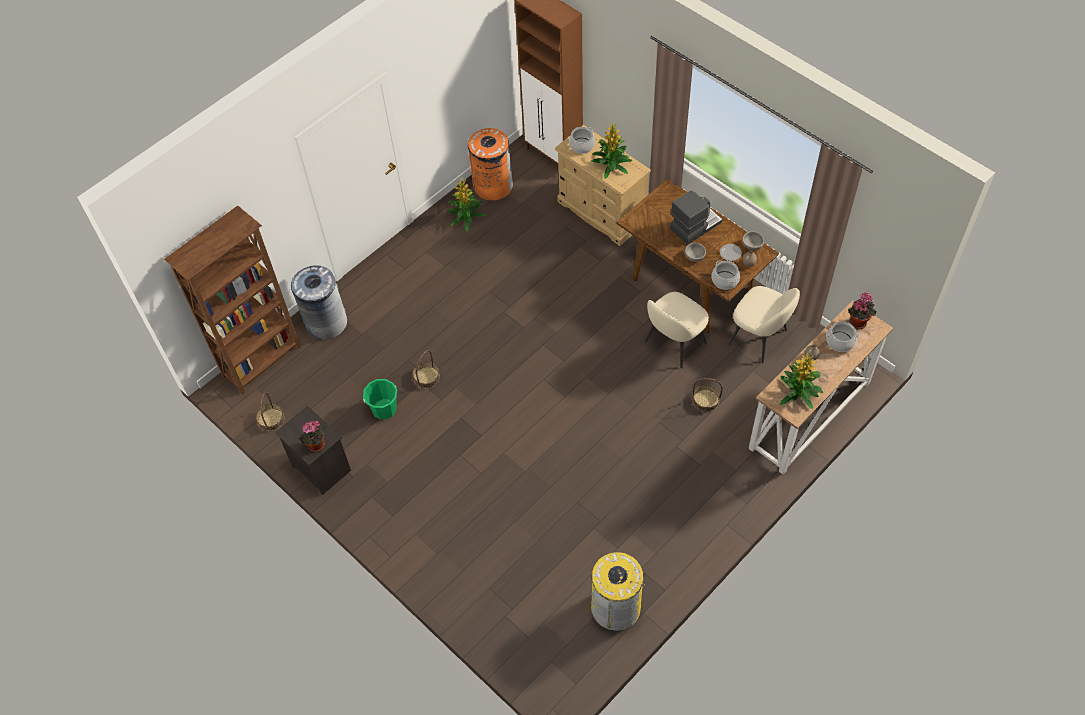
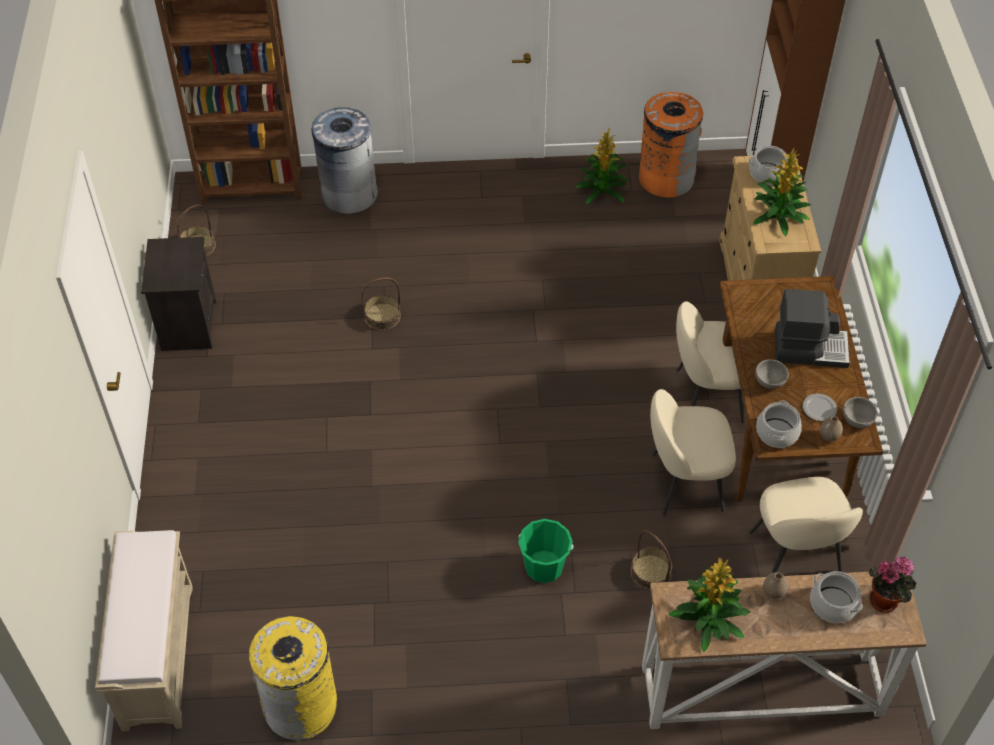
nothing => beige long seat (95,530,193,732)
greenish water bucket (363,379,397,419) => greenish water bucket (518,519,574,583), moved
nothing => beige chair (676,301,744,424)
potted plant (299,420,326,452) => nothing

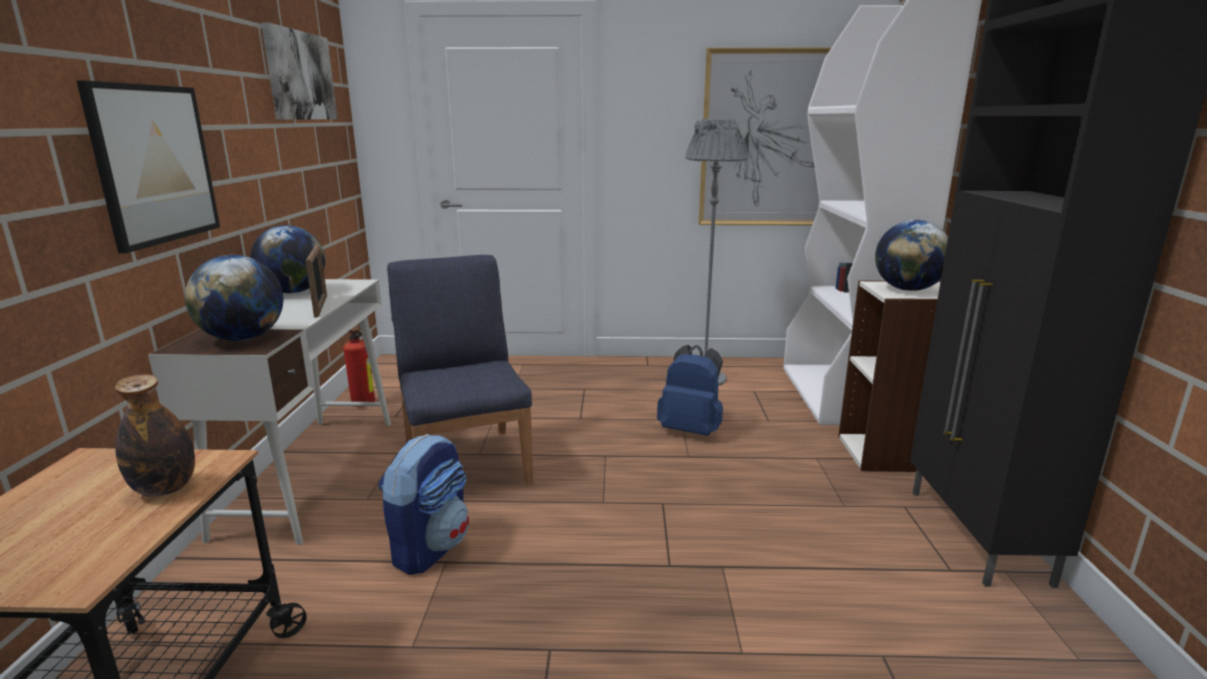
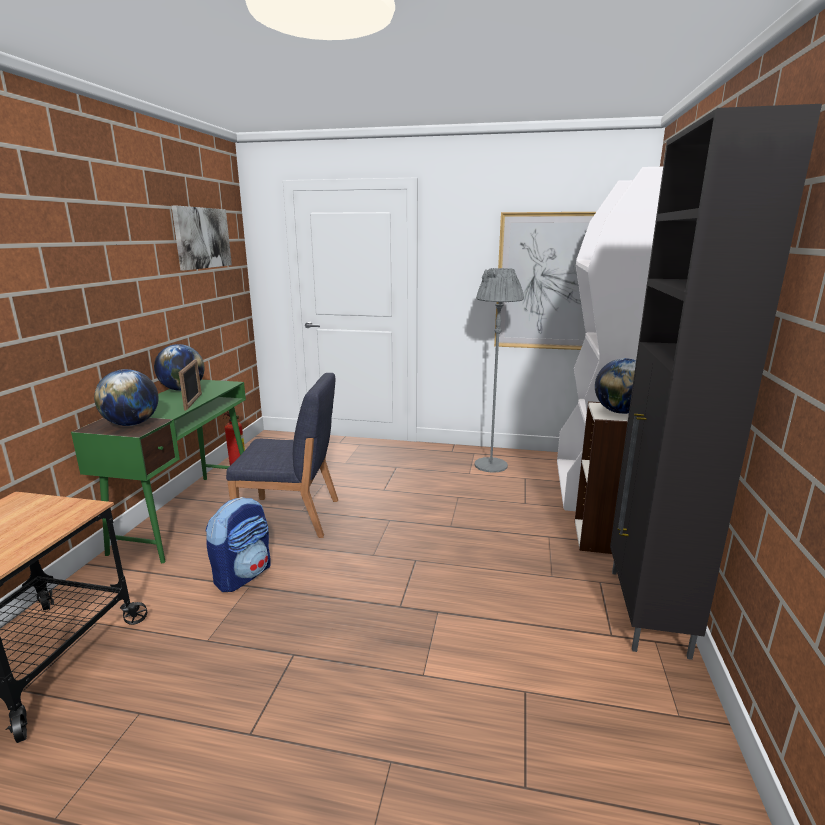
white desk unit (148,279,391,545) => greenish desk unit (71,380,246,563)
blue-coloured chair (387,255,533,485) => blue-coloured chair (226,373,338,538), 105 degrees clockwise
picture (77,80,220,253) => nothing
beverage bottle (115,374,195,497) => nothing
blue-coloured rucksack (657,345,723,436) => nothing

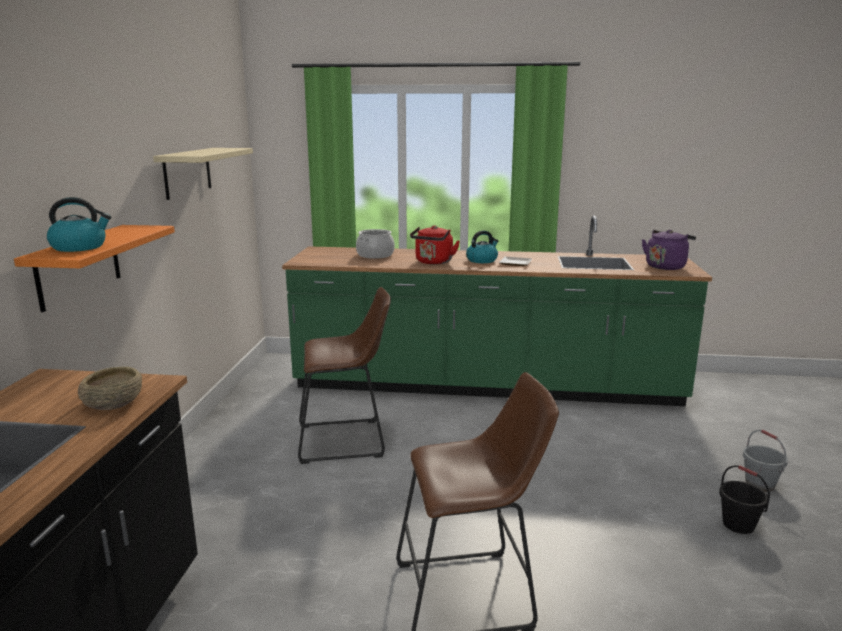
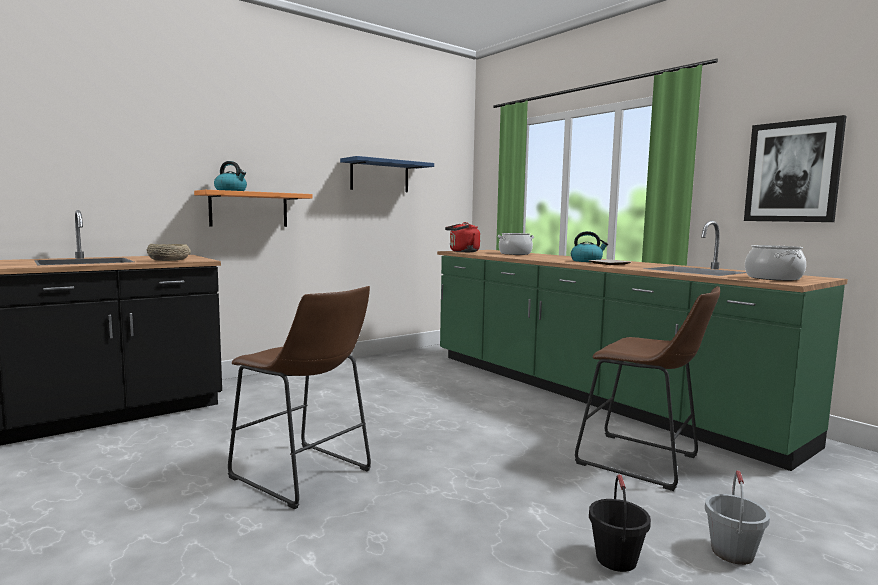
beige shelf (153,148,253,200) => blue-coloured shelf (340,156,434,192)
red-coloured kettle (410,225,460,264) => red-coloured kettle (445,222,480,252), moved
brown-coloured sitting stool (298,287,391,464) => brown-coloured sitting stool (575,286,720,491), moved
nothing => picture (744,115,846,222)
purplish kettle (642,230,696,270) => cooking pot (745,245,806,281)

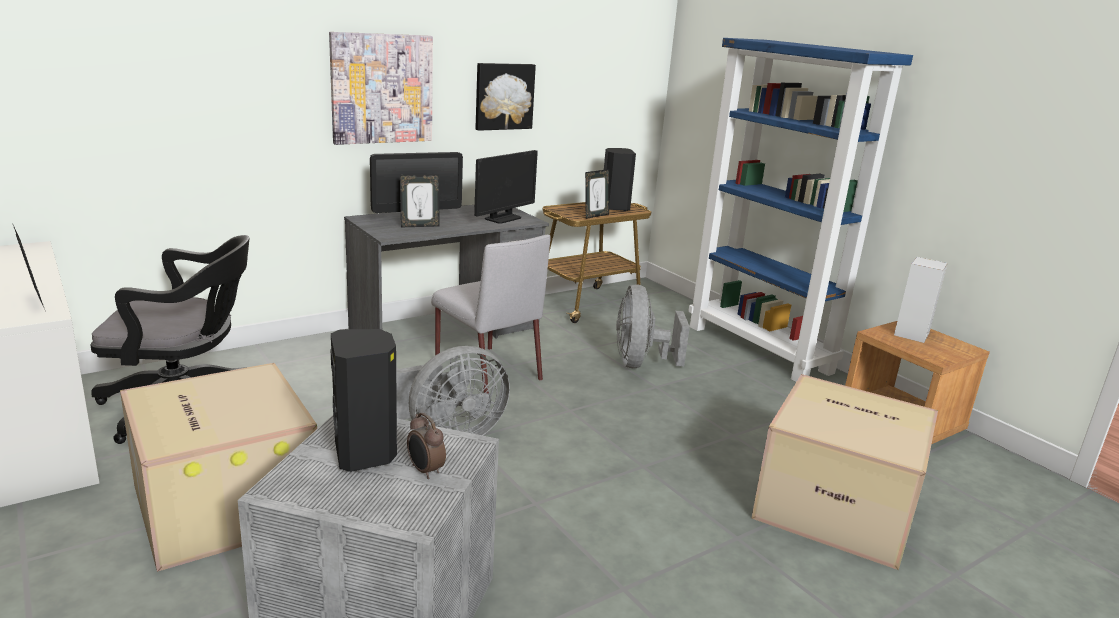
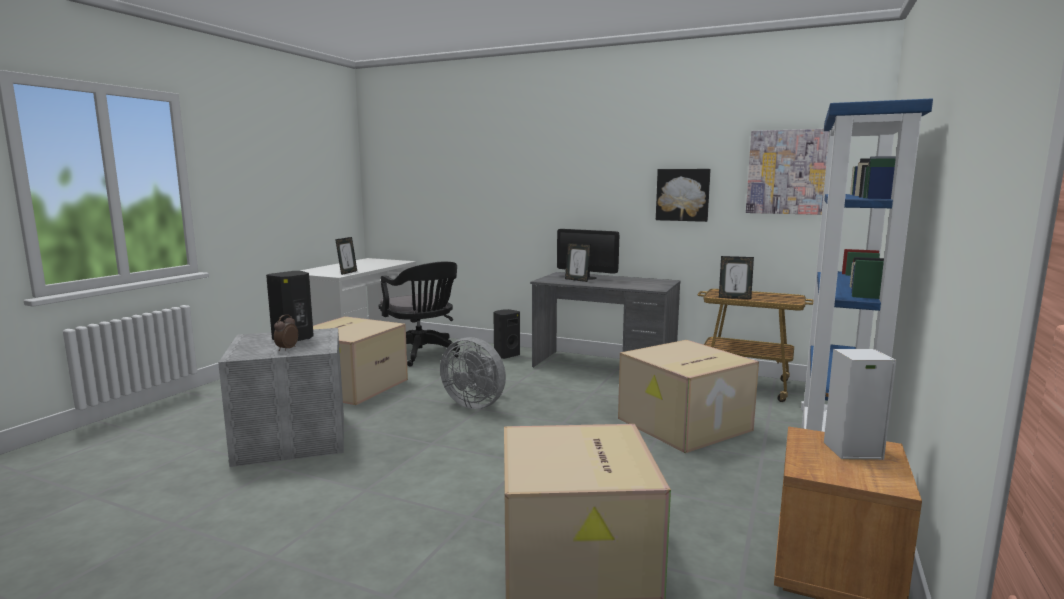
blackish loudspeaker (604,148,636,211) => blackish loudspeaker (493,309,520,359), moved
gray fan (616,284,690,368) => carton (618,340,759,453)
picture (329,32,433,145) => picture (746,129,829,215), moved
gray chair (431,235,551,394) => nothing
monitor (474,150,538,224) => nothing

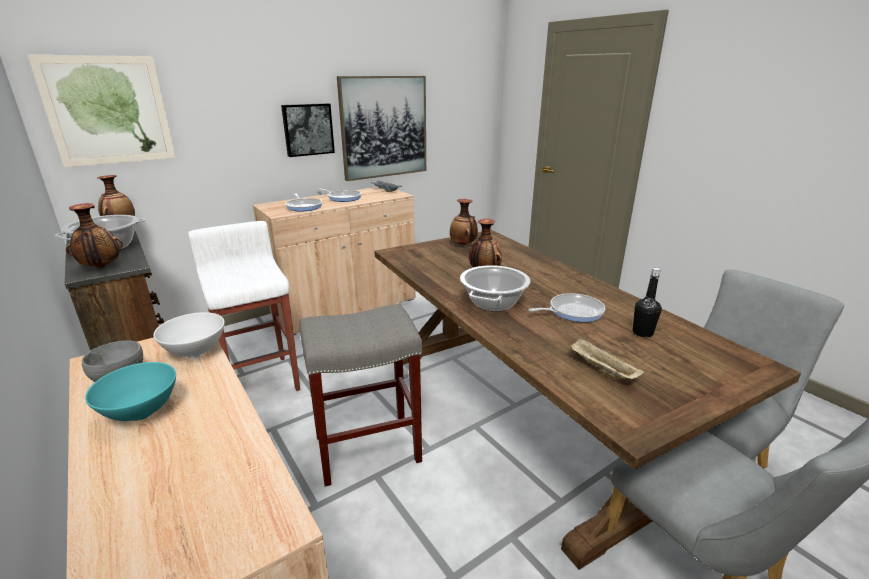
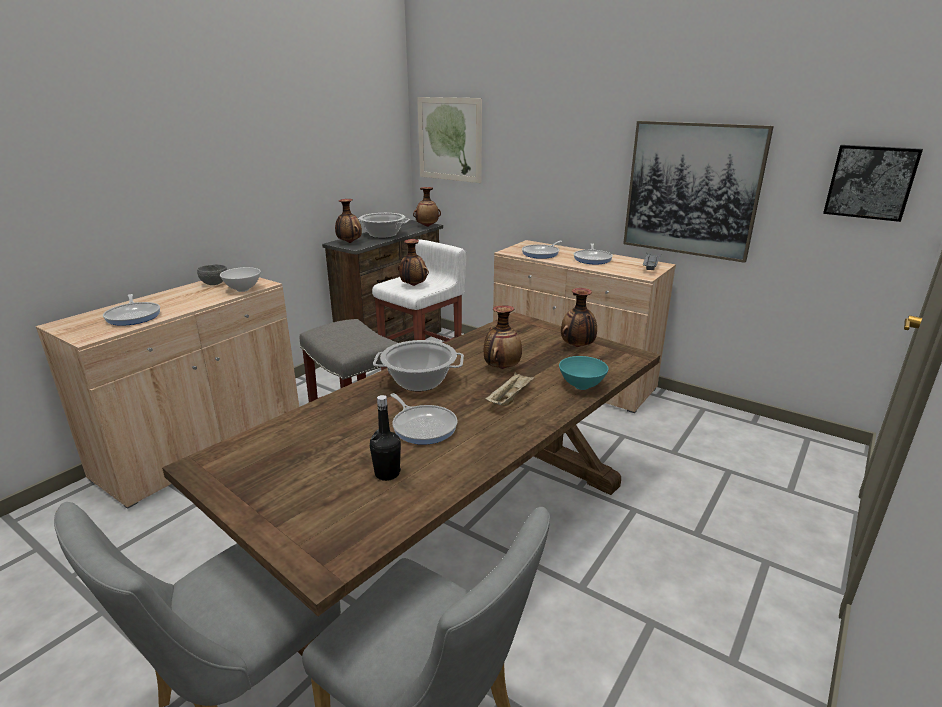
nothing => frying pan (103,294,160,326)
nothing => flower vase (398,239,429,286)
beige tray (569,338,644,379) => beige tray (485,372,535,406), moved
turquoise-coloured bowl (85,362,176,421) => turquoise-coloured bowl (559,356,608,390), moved
picture (281,103,335,157) => picture (823,145,923,222), moved

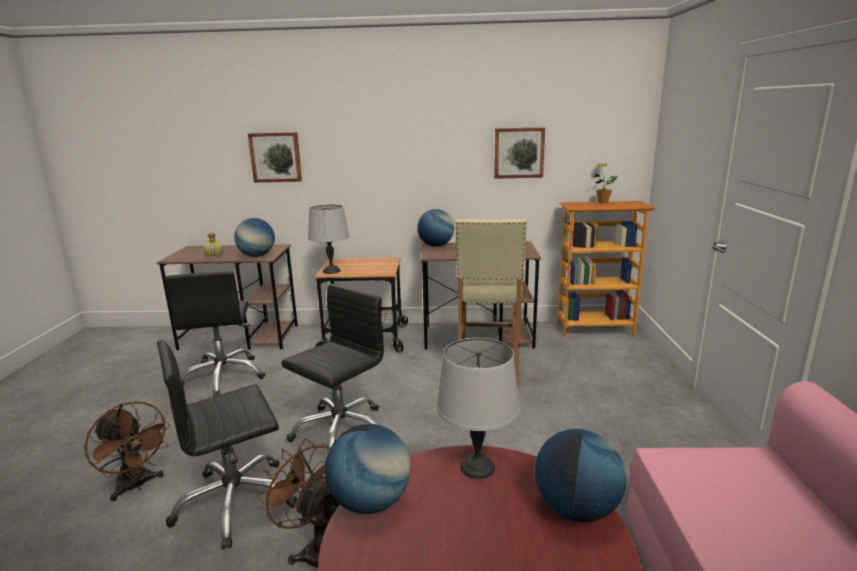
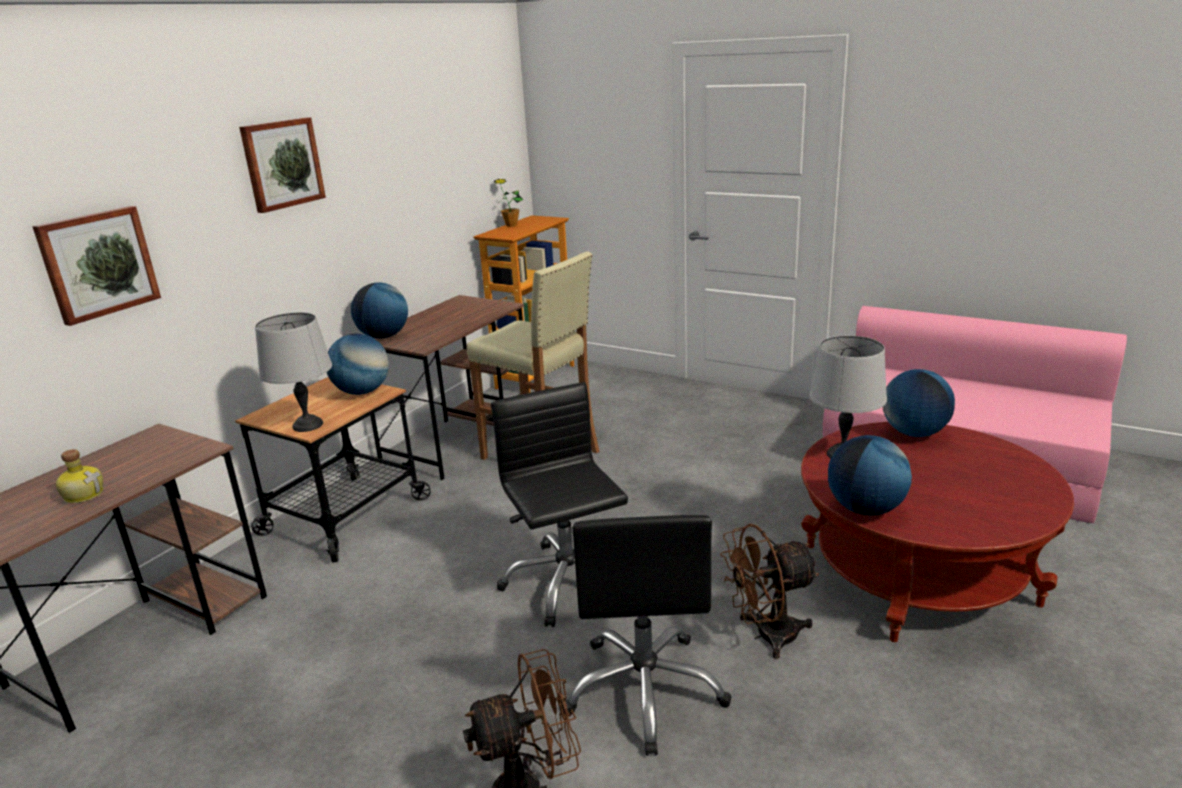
picture (494,127,545,179) => picture (239,118,326,213), moved
desk globe (234,218,275,257) => desk globe (327,333,389,395), moved
blackish office chair (165,271,266,397) => nothing

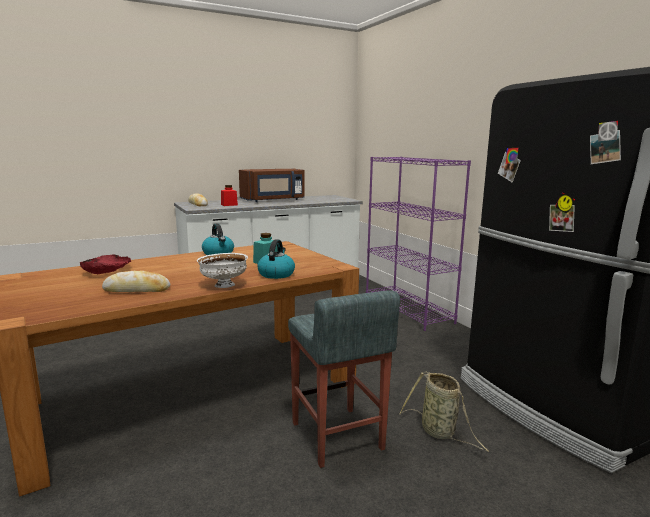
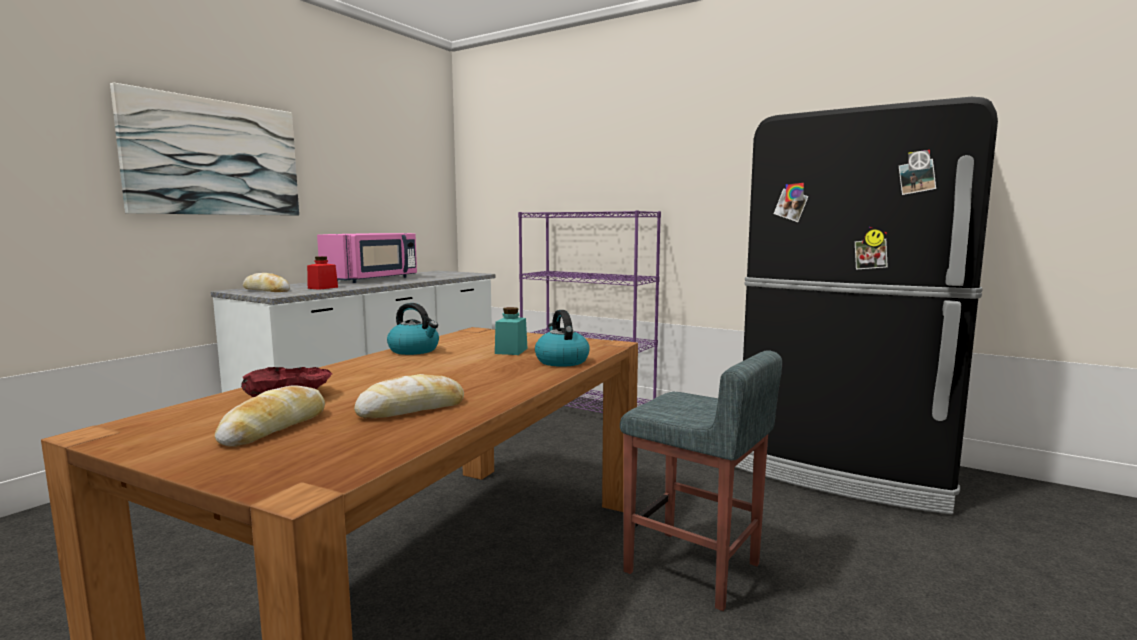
nothing => picture (110,82,299,216)
nothing => bakery bread (214,385,325,447)
brown-coloured kitchen microwave (239,169,304,202) => pinkish kitchen microwave (317,233,417,283)
white bowl (197,253,248,288) => nothing
storage basket (399,372,489,452) => nothing

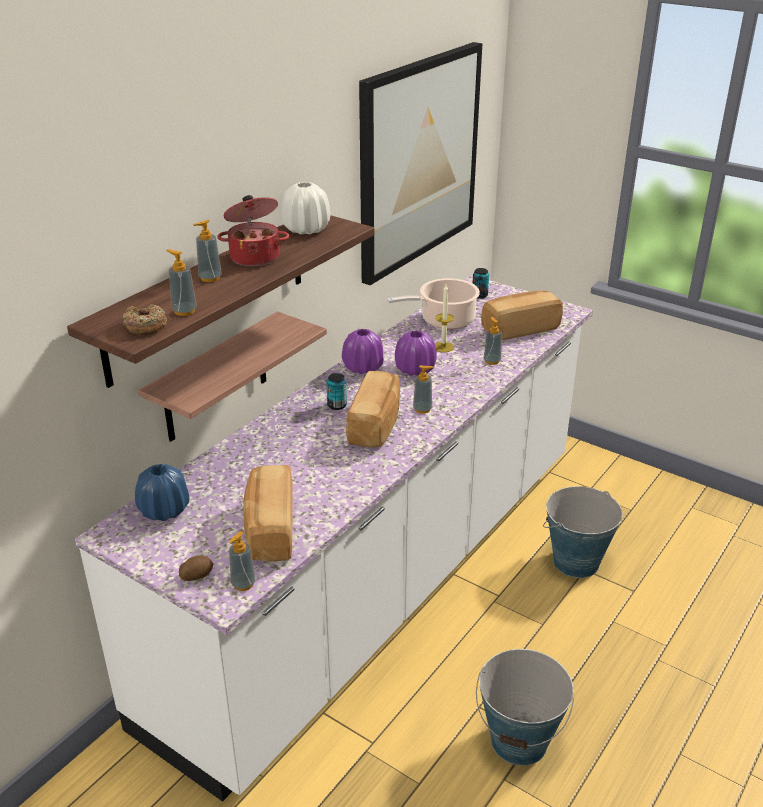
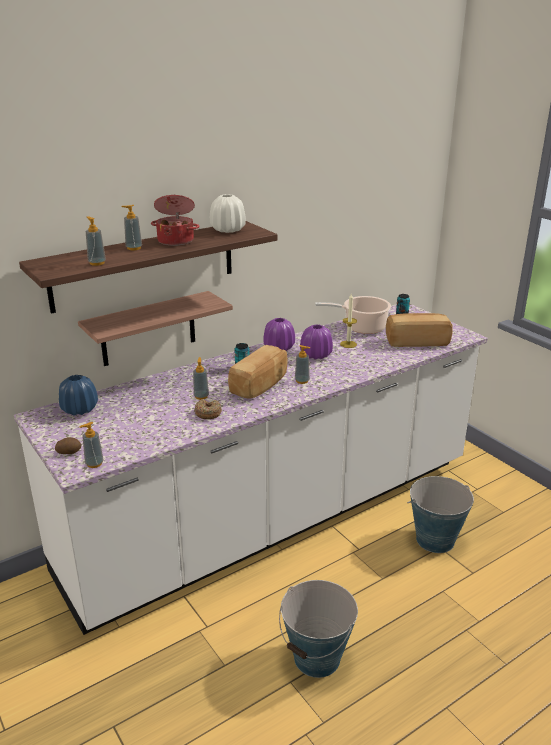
soap bottle (484,316,502,365) => soap bottle (193,357,209,400), moved
doughnut (123,304,167,335) => doughnut (194,399,222,419), moved
bakery bread (243,465,292,562) => nothing
picture (359,42,482,285) => nothing

